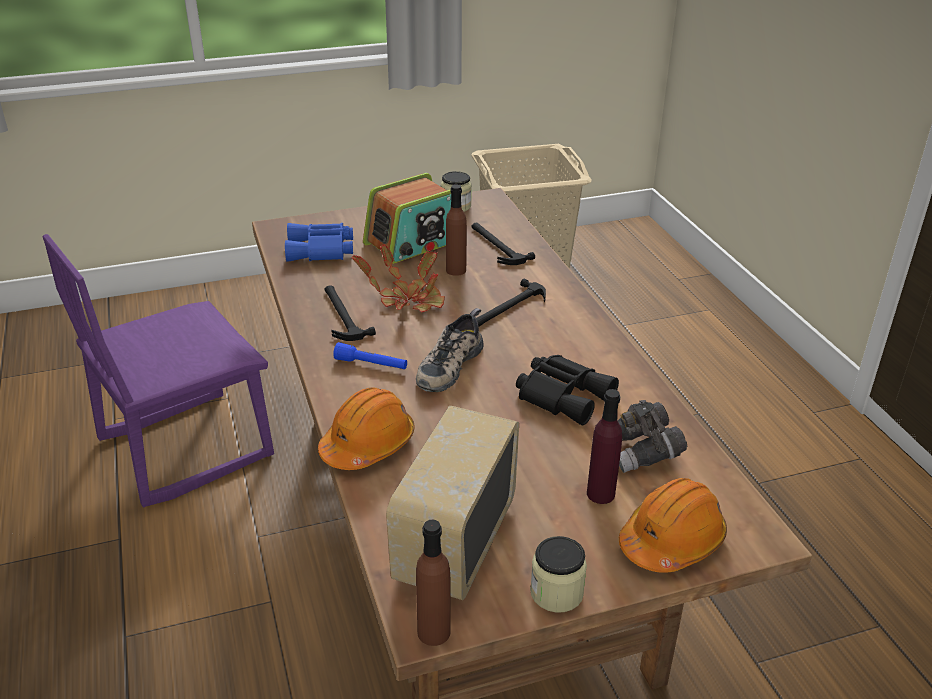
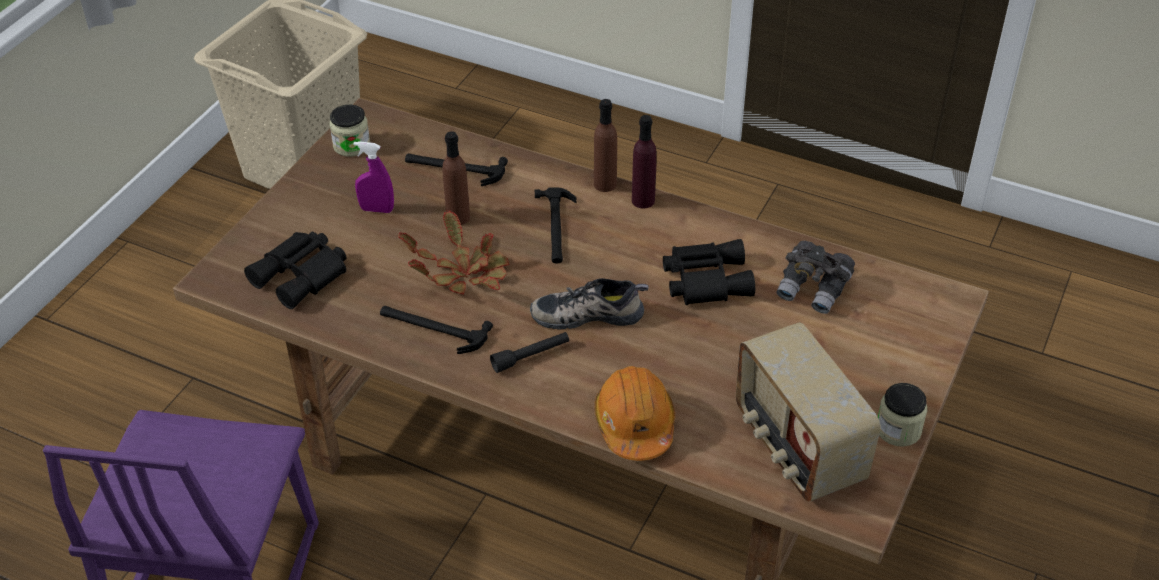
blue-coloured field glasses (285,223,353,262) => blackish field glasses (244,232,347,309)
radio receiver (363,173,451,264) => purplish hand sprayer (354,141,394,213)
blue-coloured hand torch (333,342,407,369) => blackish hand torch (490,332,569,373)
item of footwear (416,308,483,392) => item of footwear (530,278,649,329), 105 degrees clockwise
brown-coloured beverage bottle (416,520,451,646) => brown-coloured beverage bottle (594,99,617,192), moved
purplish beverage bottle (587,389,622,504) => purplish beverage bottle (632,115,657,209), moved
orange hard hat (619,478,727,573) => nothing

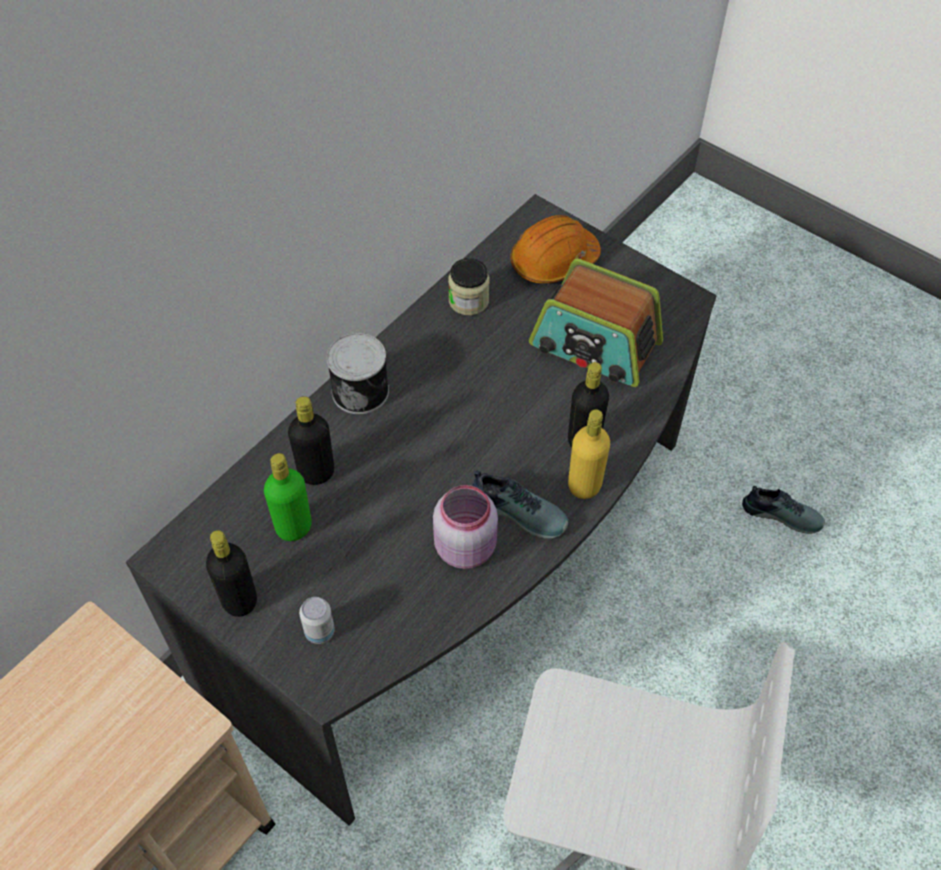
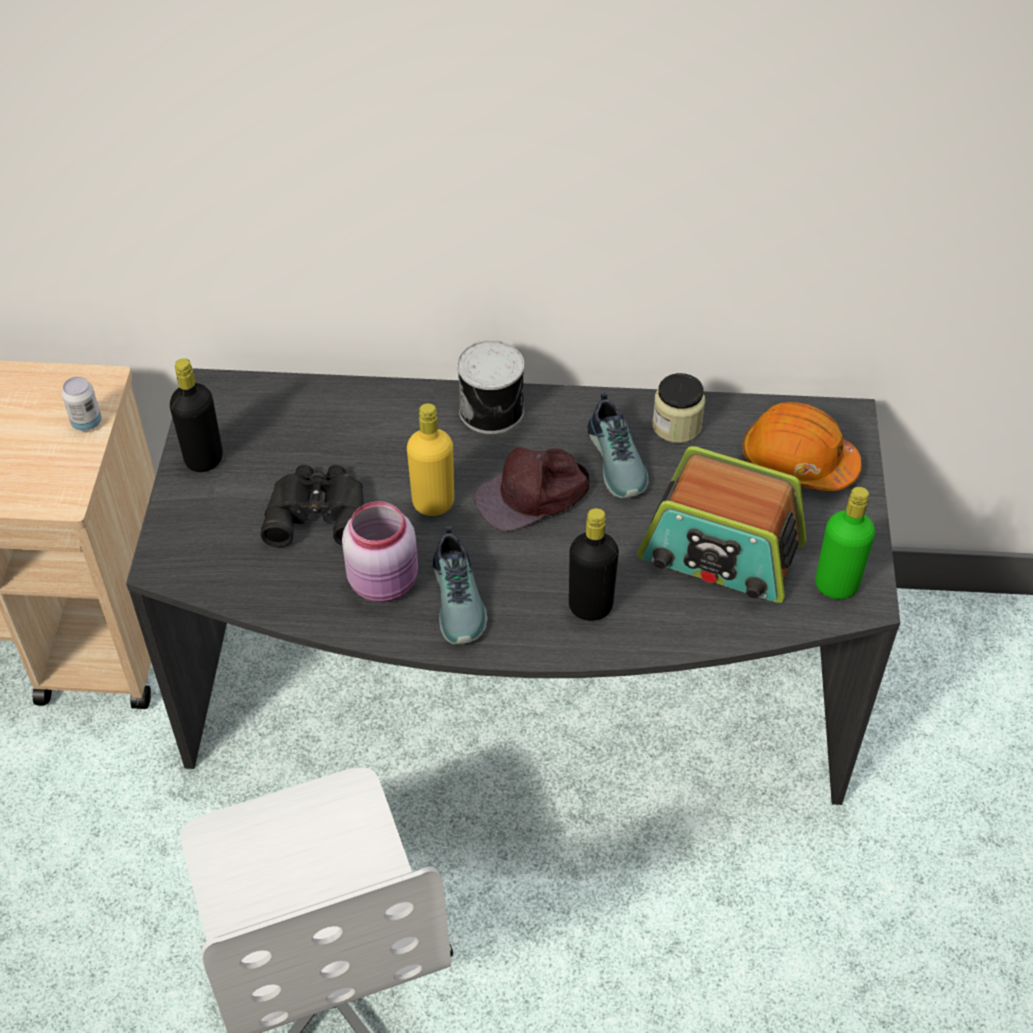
can (299,597,335,644) => can (61,377,102,431), moved
nothing => blackish field glasses (260,465,364,547)
yellowish beverage bottle (568,409,610,499) => yellowish beverage bottle (407,403,454,516), moved
nothing => brown-coloured peaked cap (474,447,590,531)
item of footwear (742,486,825,534) => item of footwear (587,392,649,498), moved
radio receiver (529,259,663,387) => radio receiver (637,446,806,603), 60 degrees counterclockwise
greenish beverage bottle (264,453,312,541) => greenish beverage bottle (815,487,875,599), moved
blackish beverage bottle (288,396,334,485) => nothing

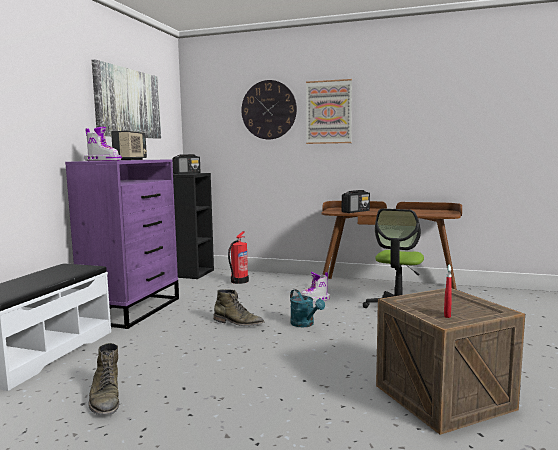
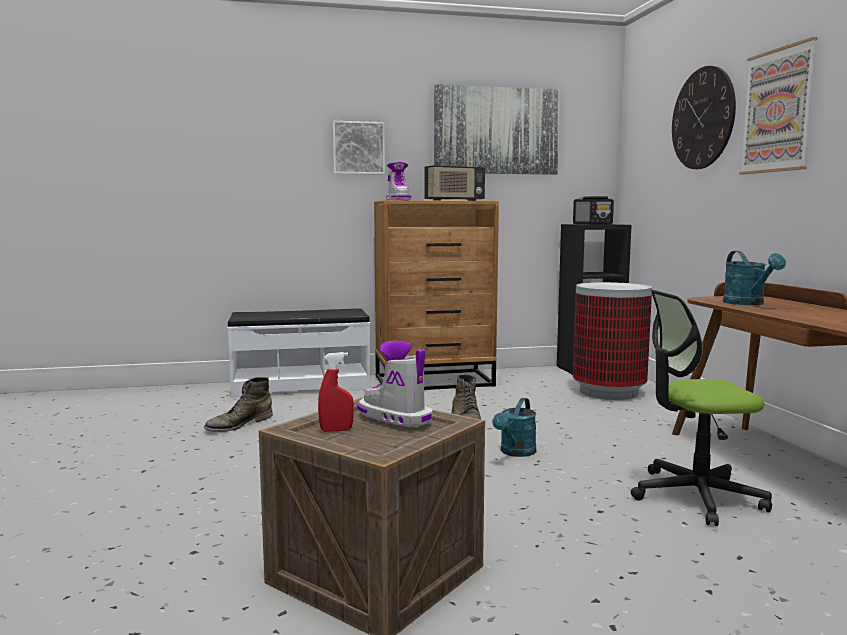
nothing => picture (333,121,385,175)
tall boot (301,272,330,302) => tall boot (357,341,433,428), moved
purplish dresser (65,160,179,329) => brown-coloured dresser (374,200,499,390)
extinguisher (228,231,249,284) => rubbish bin (573,282,652,400)
radio receiver (342,190,370,213) => turquoise-coloured watering pot (723,251,786,305)

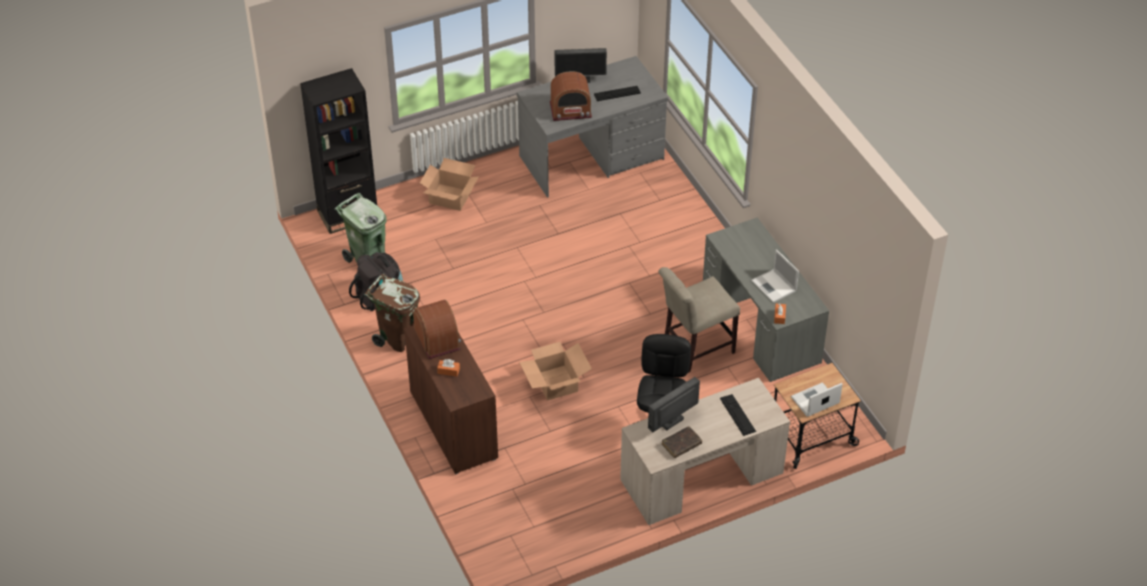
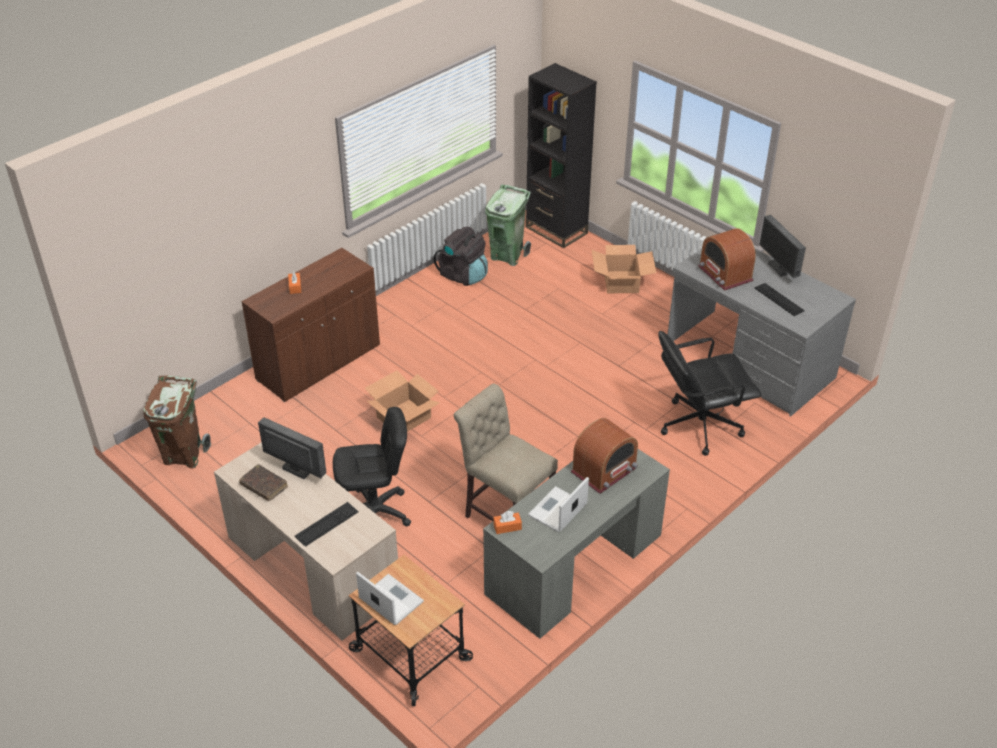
brown-coloured rubbish bin (364,274,420,352) => brown-coloured rubbish bin (143,376,211,468), moved
radio receiver (413,300,461,359) => radio receiver (571,418,638,494), moved
nothing => blackish office chair (658,331,761,456)

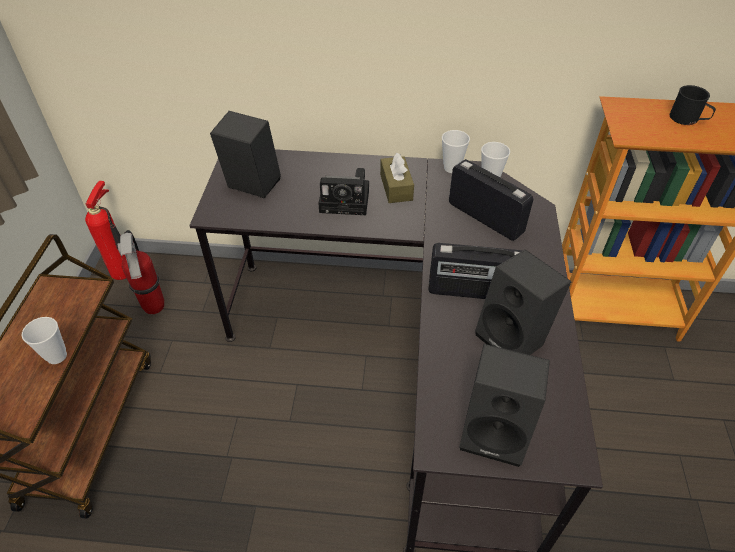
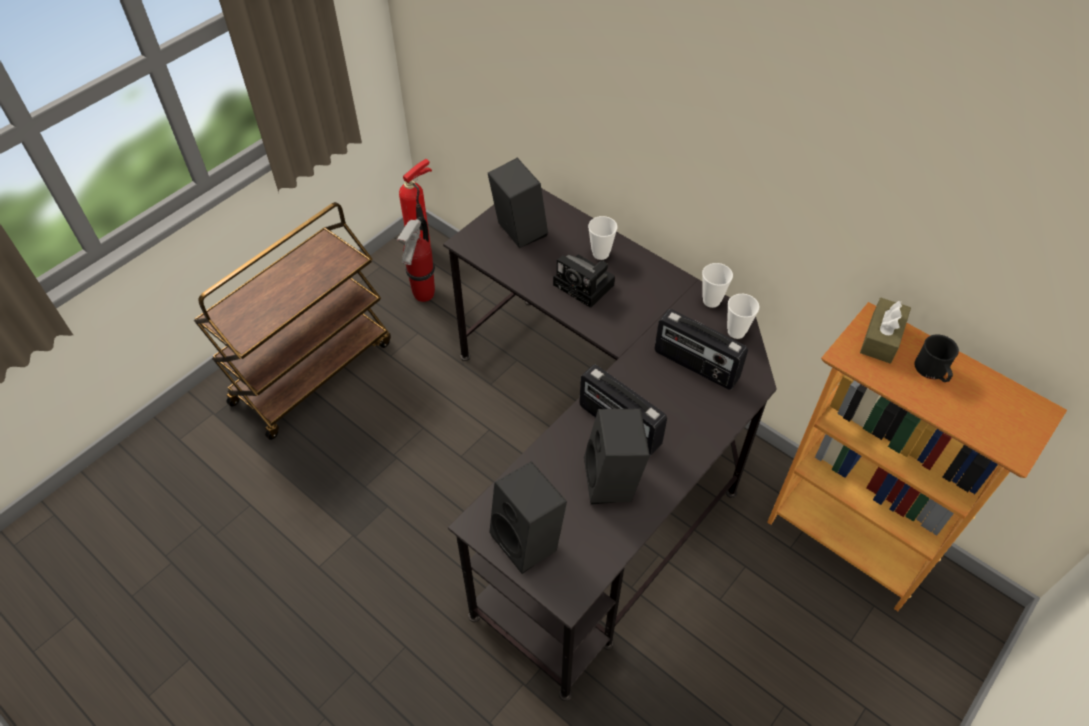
cup (22,317,67,364) => cup (588,216,617,260), moved
radio receiver (449,159,533,241) => radio receiver (655,309,748,390), 135 degrees clockwise
brown-coloured tissue box (380,152,414,203) => brown-coloured tissue box (860,298,911,364), moved

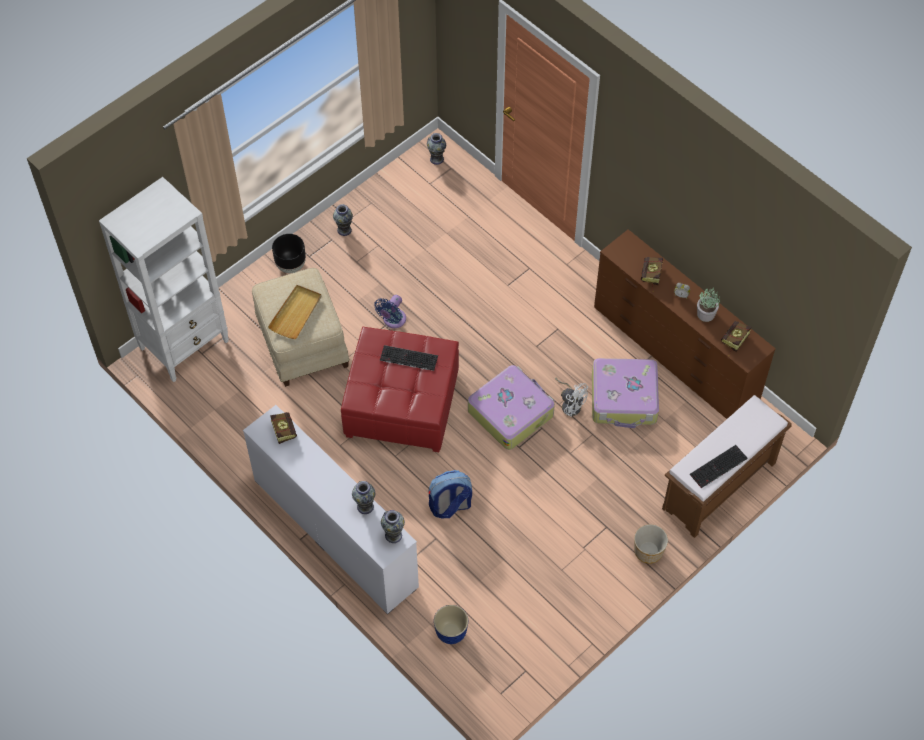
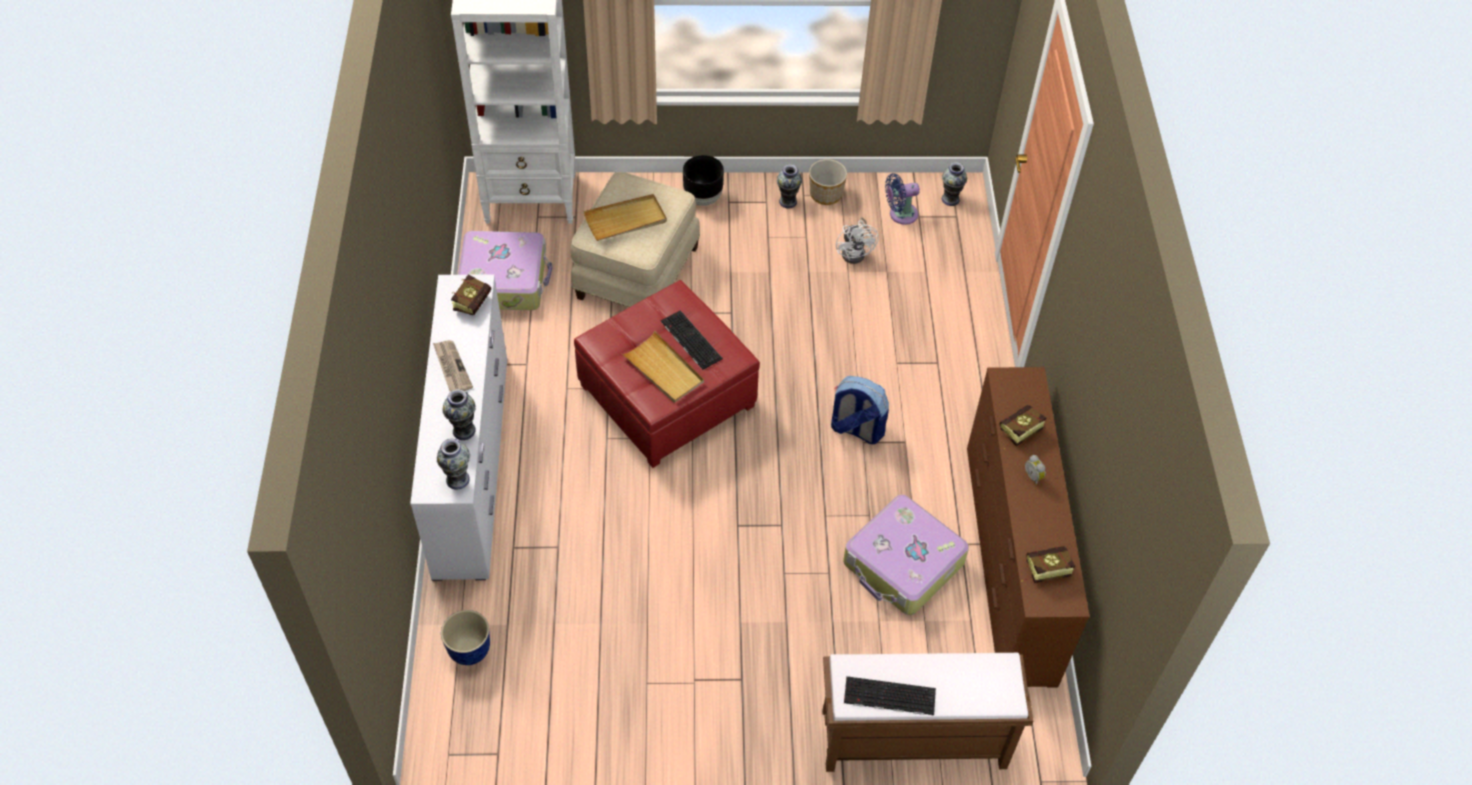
nothing => newspaper (433,340,473,392)
suitcase (468,365,555,450) => suitcase (458,231,553,310), moved
nothing => beige tray (621,331,704,403)
flower pot (634,524,668,564) => flower pot (809,159,847,205), moved
rucksack (428,470,472,518) => rucksack (831,376,889,444), moved
white fan (555,377,588,416) => white fan (836,218,879,264), moved
blue-coloured fan (374,295,406,328) => blue-coloured fan (885,173,920,225), moved
potted plant (697,288,720,322) => nothing

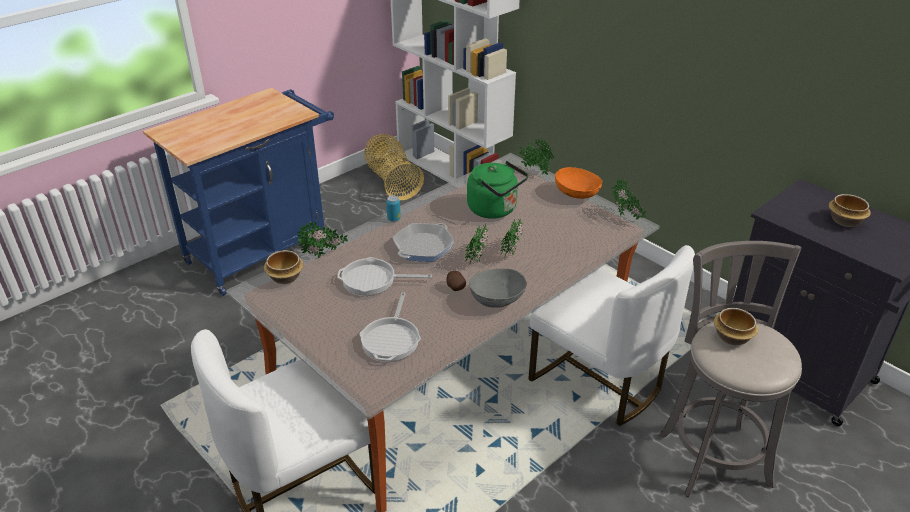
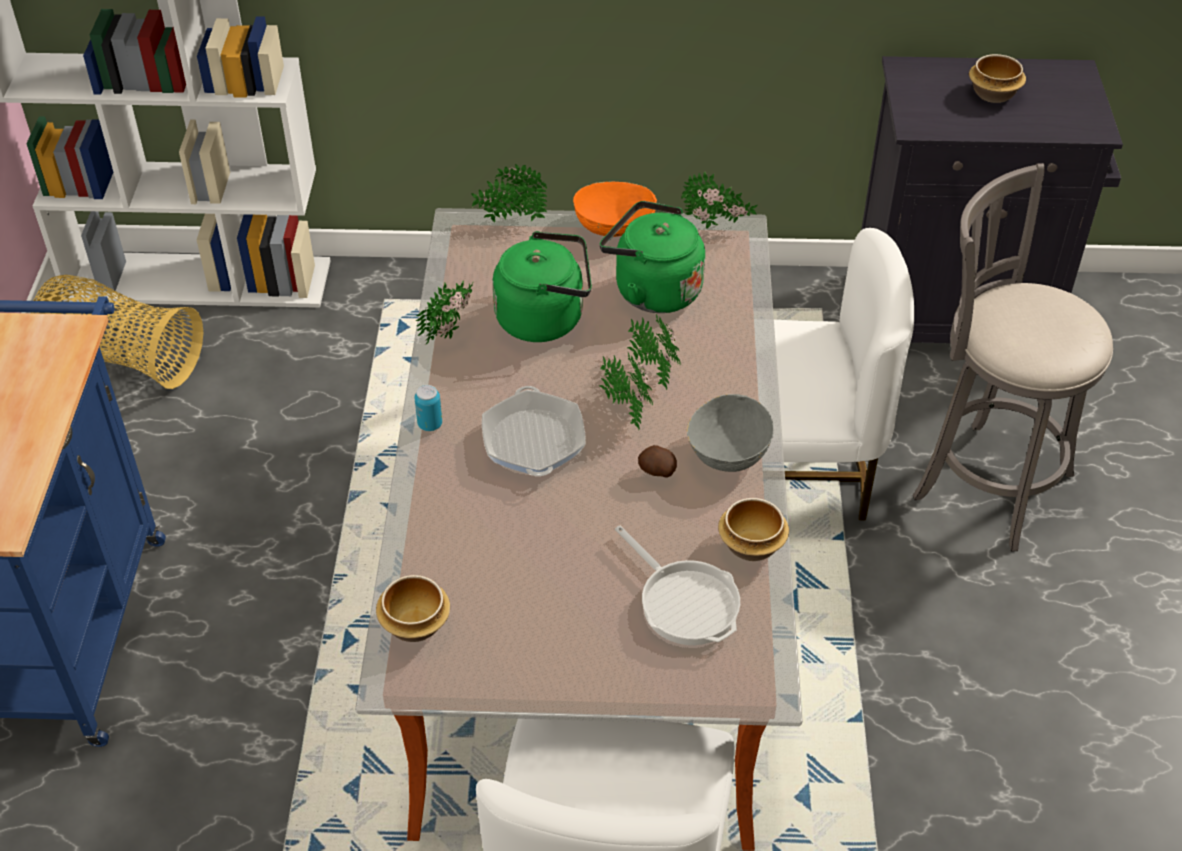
potted plant (297,221,348,258) => potted plant (416,280,473,345), moved
nothing => greenish kettle (600,201,705,313)
bowl (714,308,758,345) => bowl (718,498,789,561), moved
frying pan (337,257,432,295) => nothing

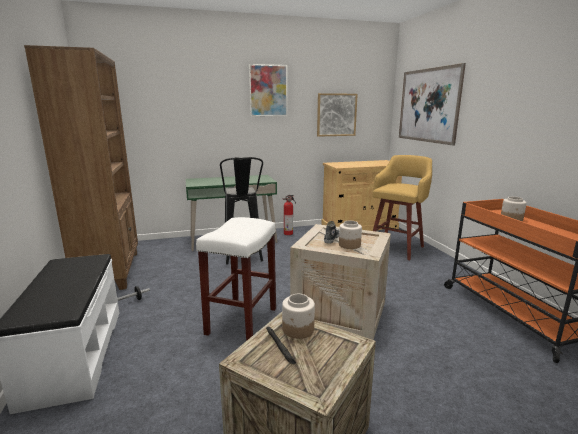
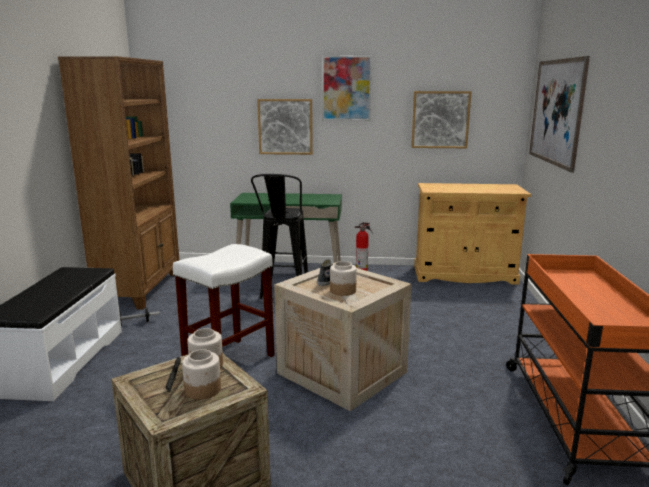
preserve jar (501,196,527,221) => preserve jar (182,349,221,400), moved
nothing => picture (257,99,313,155)
yellowish sitting stool (373,155,432,260) => nothing

